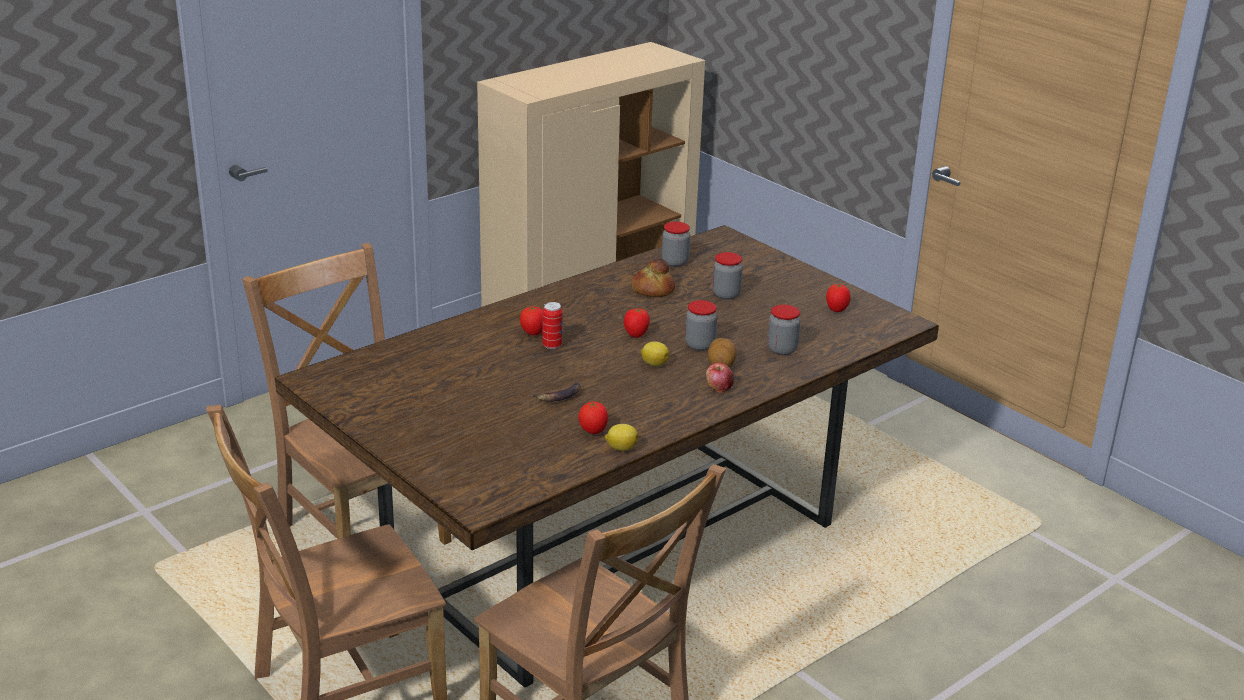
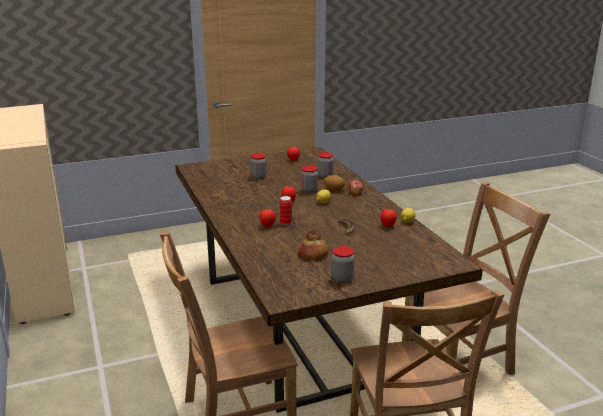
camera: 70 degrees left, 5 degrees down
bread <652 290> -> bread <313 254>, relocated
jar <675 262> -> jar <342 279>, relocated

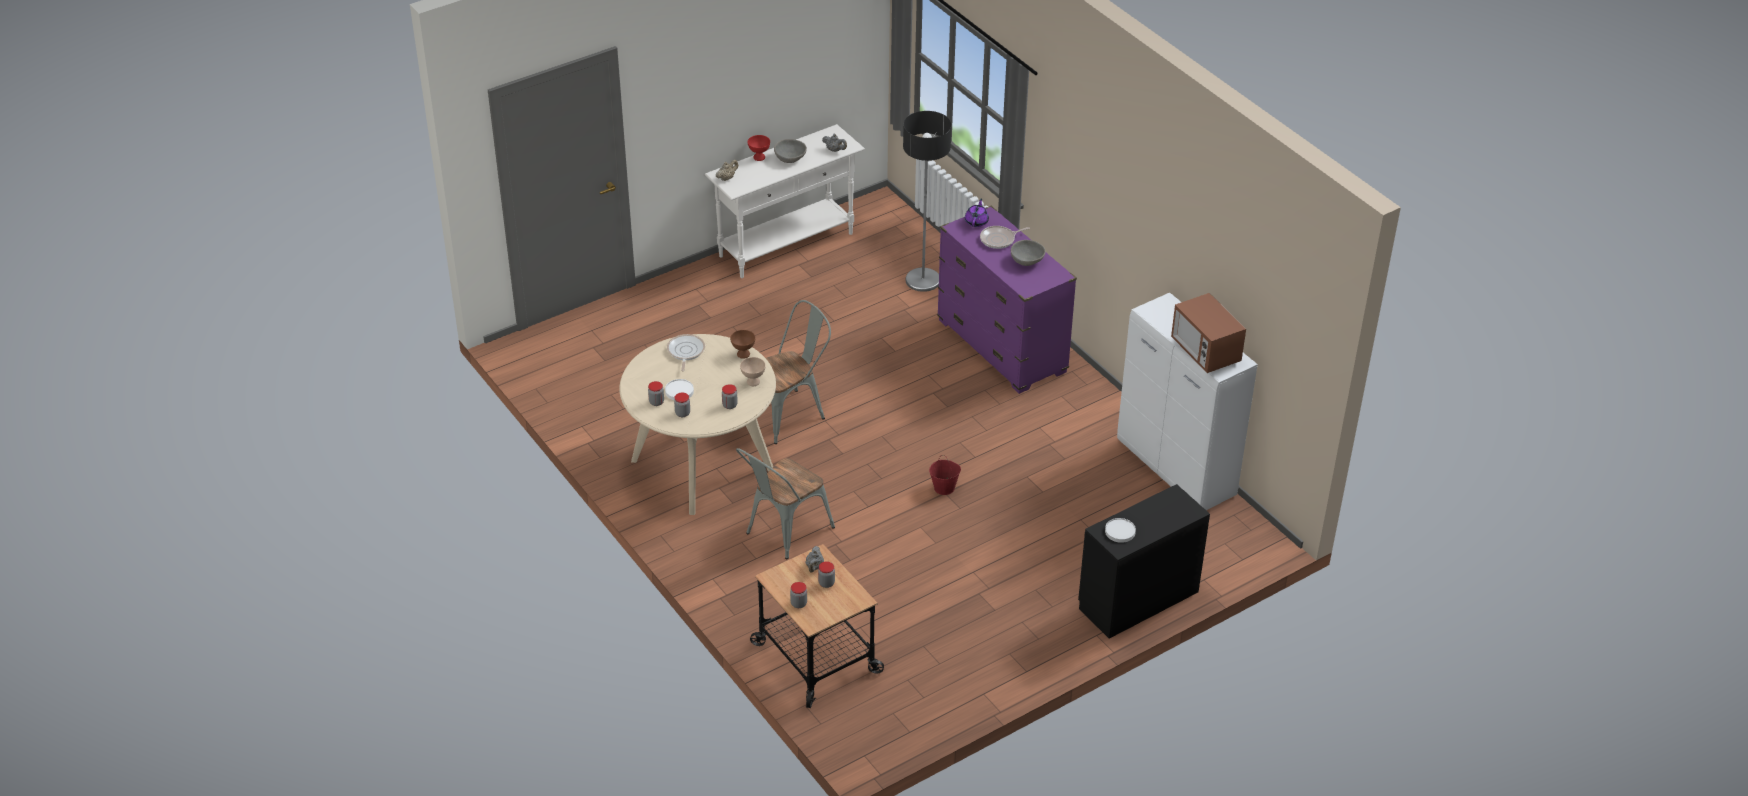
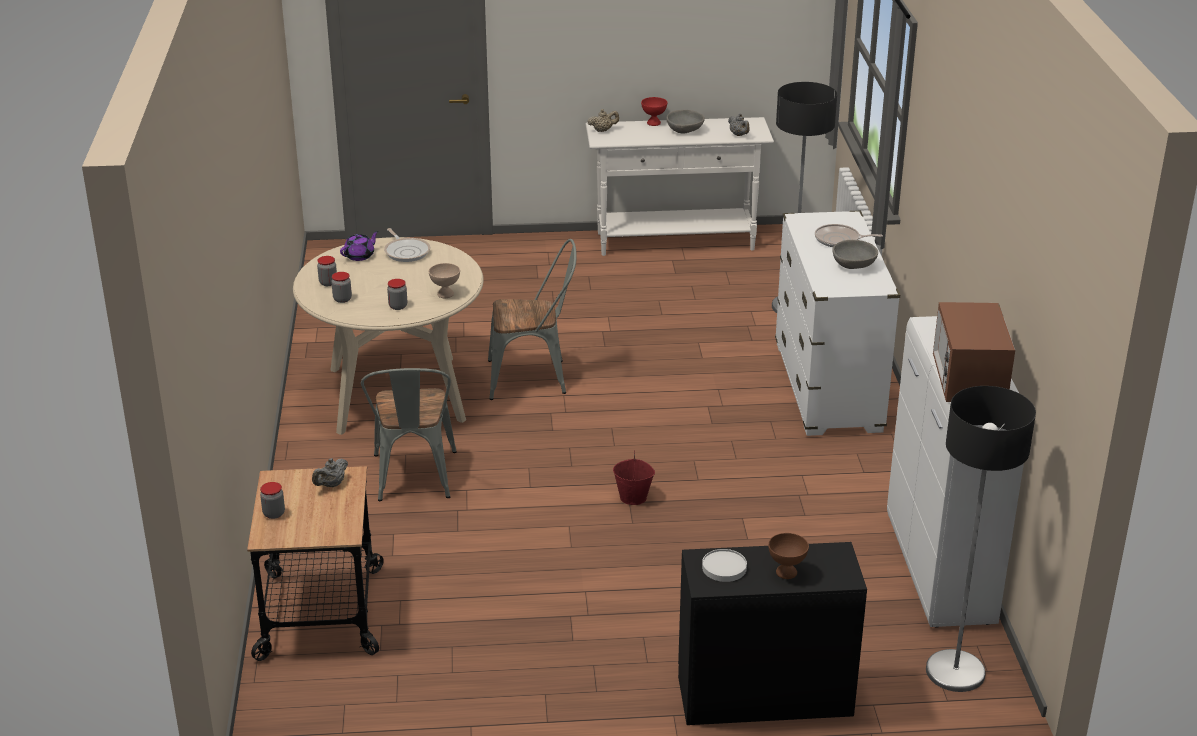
camera: 30 degrees right, 10 degrees down
plate (white) <679 391> -> none
jar <826 583> -> none
none -> floor lamp <955 672>
bowl (brown) <743 354> -> bowl (brown) <786 573>, relocated
teapot (purple) <976 221> -> teapot (purple) <360 256>, relocated
dresser (purple) <1002 347> -> dresser (white) <827 388>
frying pan <685 352> -> frying pan <406 251>, 120 degrees clockwise
chair (grey) <783 532> -> chair (grey) <414 480>, 75 degrees counterclockwise

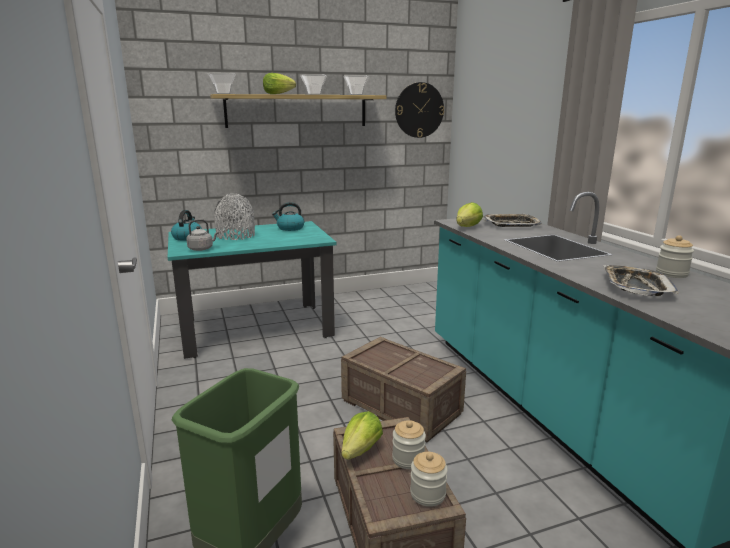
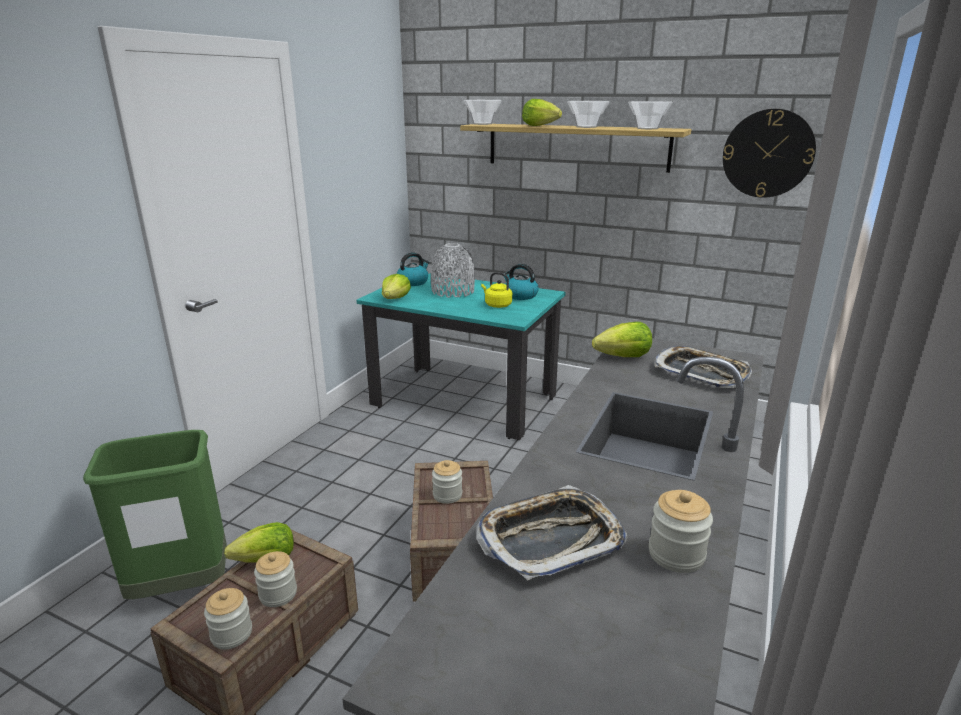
camera: 45 degrees right, 5 degrees up
none -> jar <447 495>
none -> kettle (yellow) <497 305>
kettle (grey) <202 249> -> lettuce <395 299>

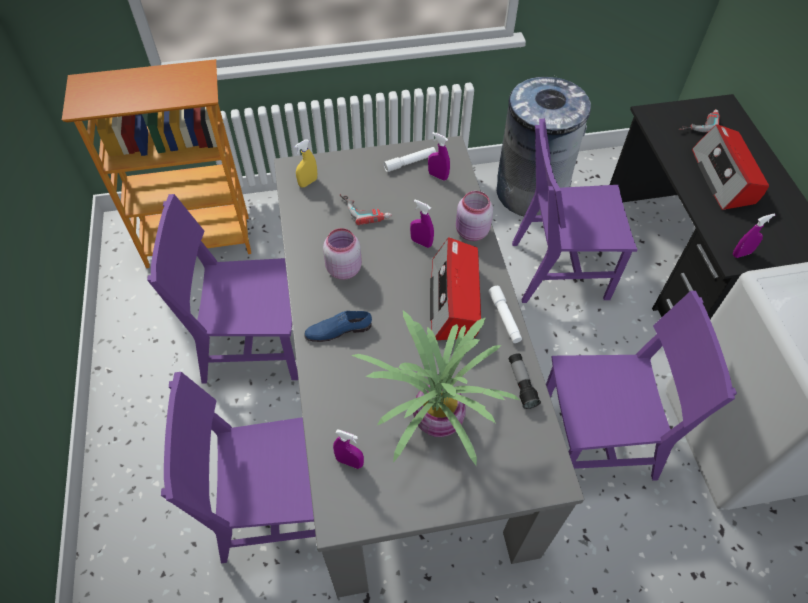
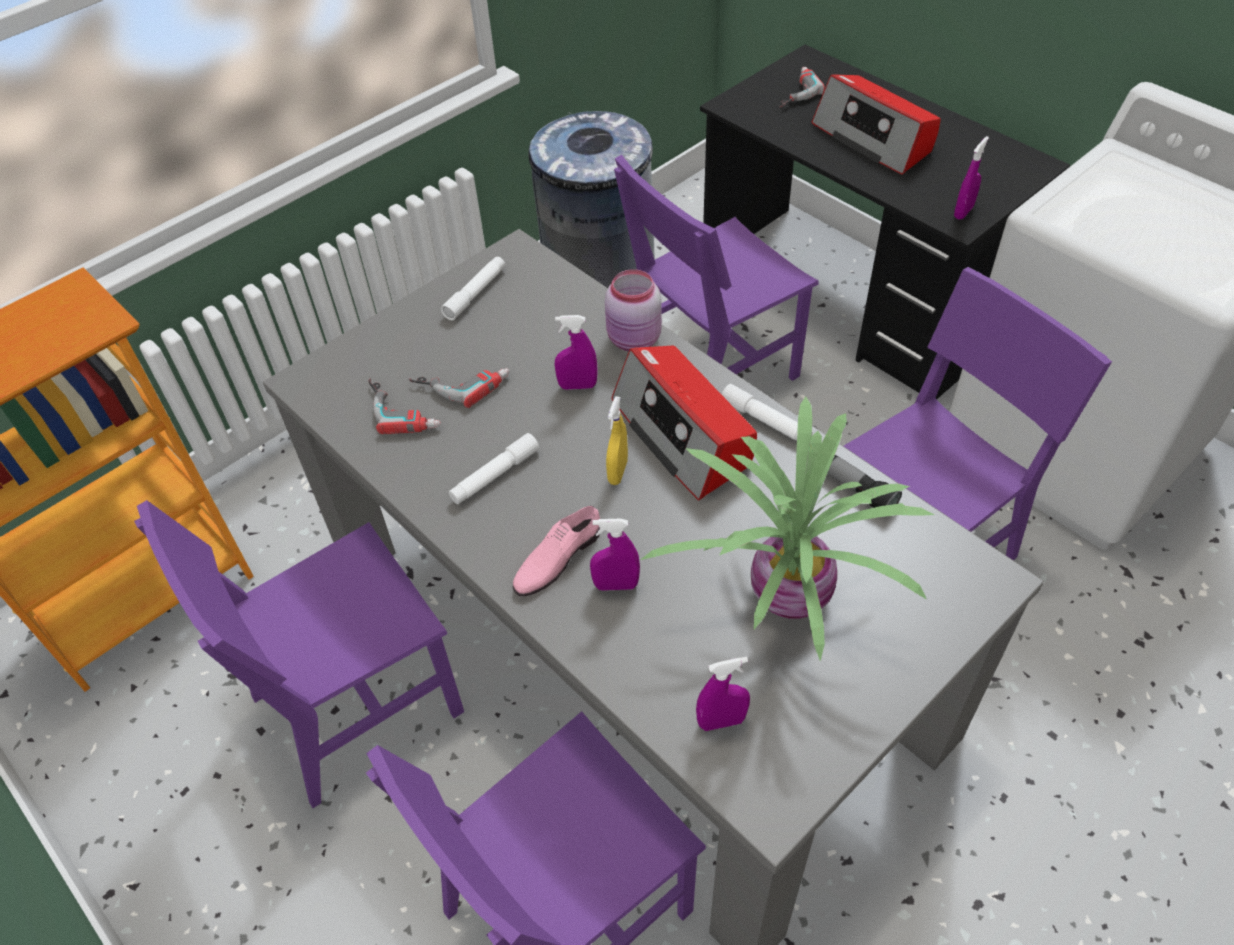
camera: 30 degrees left, 5 degrees down
none -> power drill <405 408>
spray bottle (yellow) <308 182> -> spray bottle (yellow) <618 472>, relocated
spray bottle (purple) <438 176> -> spray bottle (purple) <616 585>, relocated
jar (pink) <343 268> -> flashlight (white) <495 475>
shoe (blue) <338 329> -> shoe (pink) <556 558>

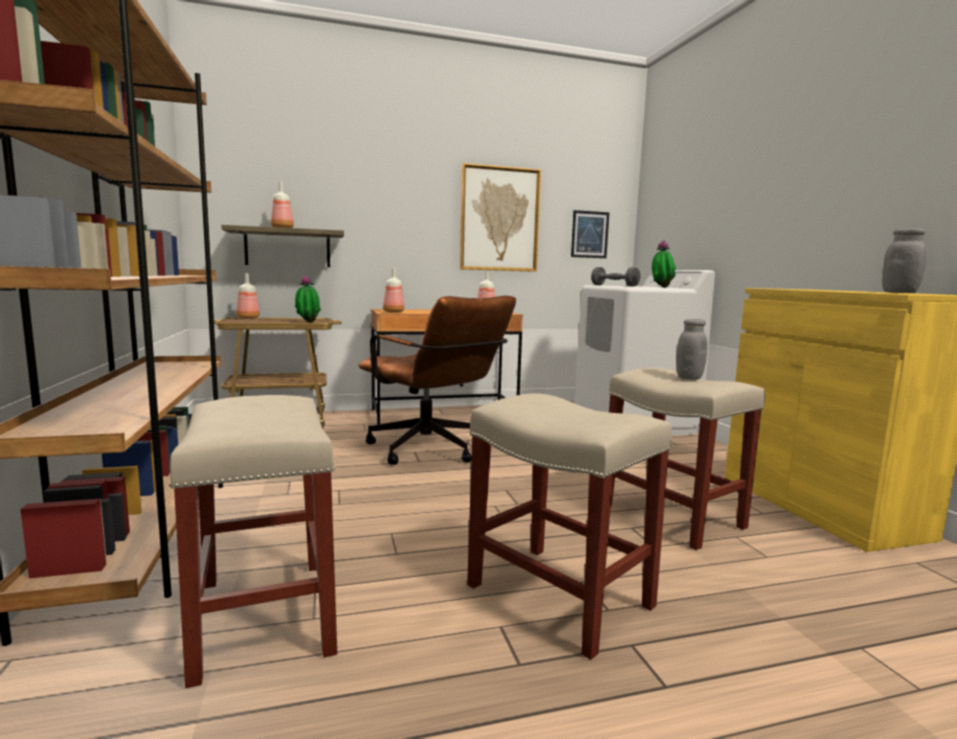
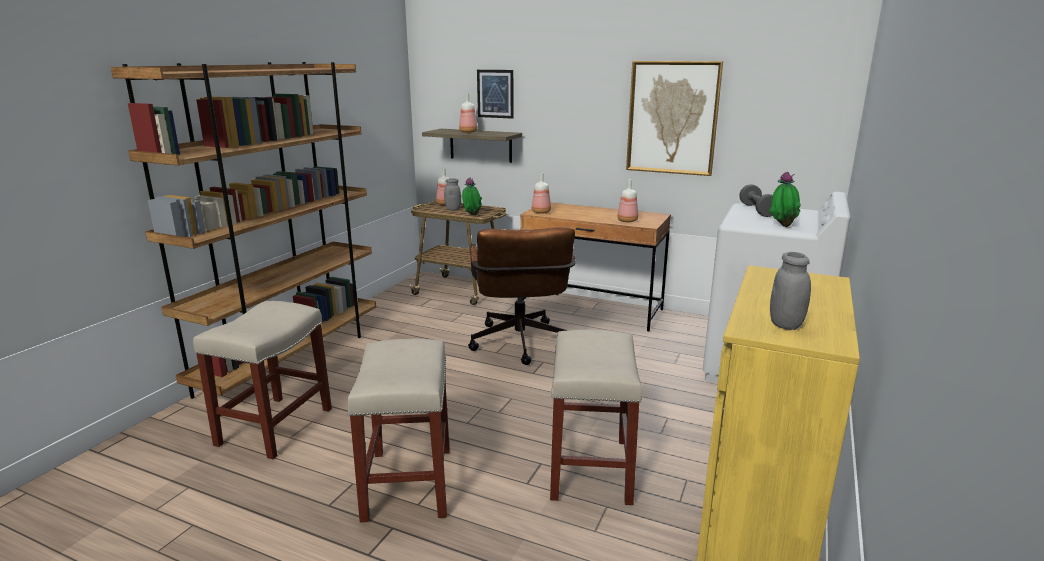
camera: 40 degrees right, 10 degrees up
picture <589 234> -> picture <495 94>, relocated
jar (grey) <689 378> -> jar (grey) <453 209>, relocated

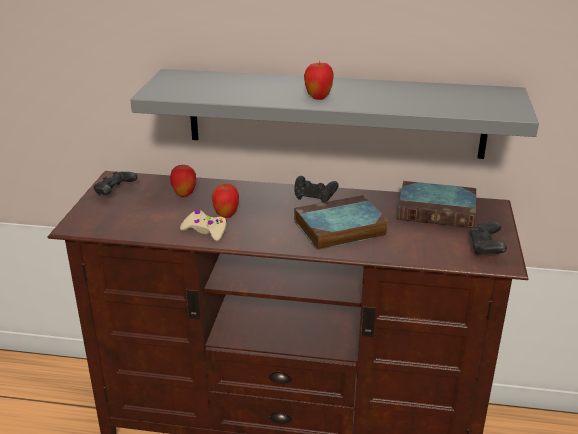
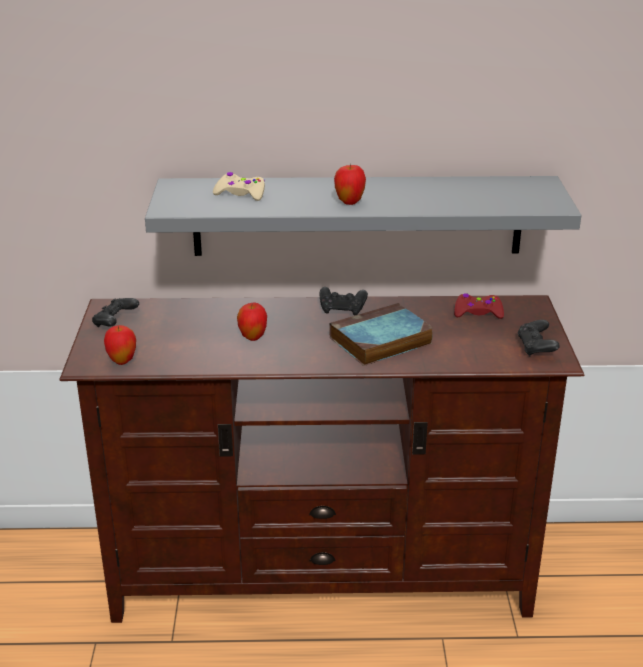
camera: 10 degrees left, 0 degrees up
apple <184 195> -> apple <122 361>, relocated
game controller (beige) <205 231> -> game controller (beige) <241 194>, relocated
book <438 210> -> game controller (red) <478 312>

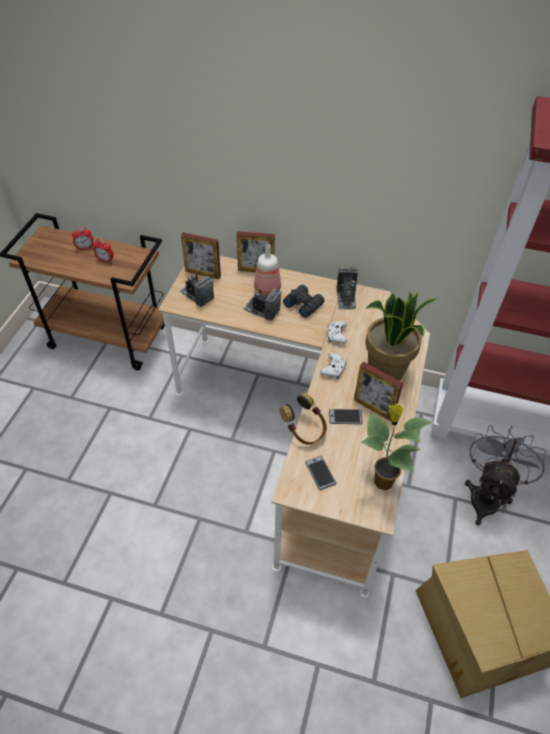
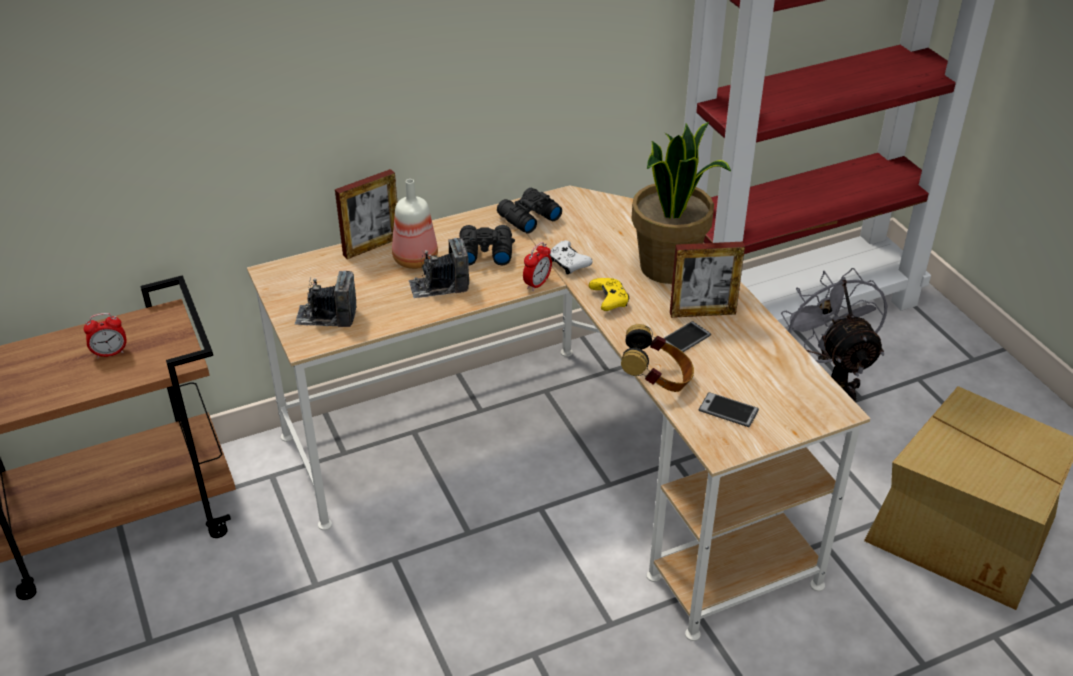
camera: 40 degrees left, 10 degrees down
picture frame <203 274> -> none
potted plant <382 481> -> none
alarm clock <85 248> -> alarm clock <537 284>, relocated
photo camera <346 297> -> binoculars (black) <527 217>
game controller (white) <333 369> -> game controller (yellow) <609 300>

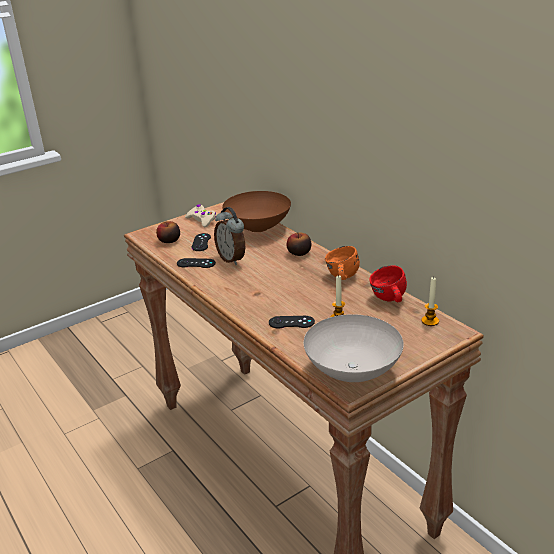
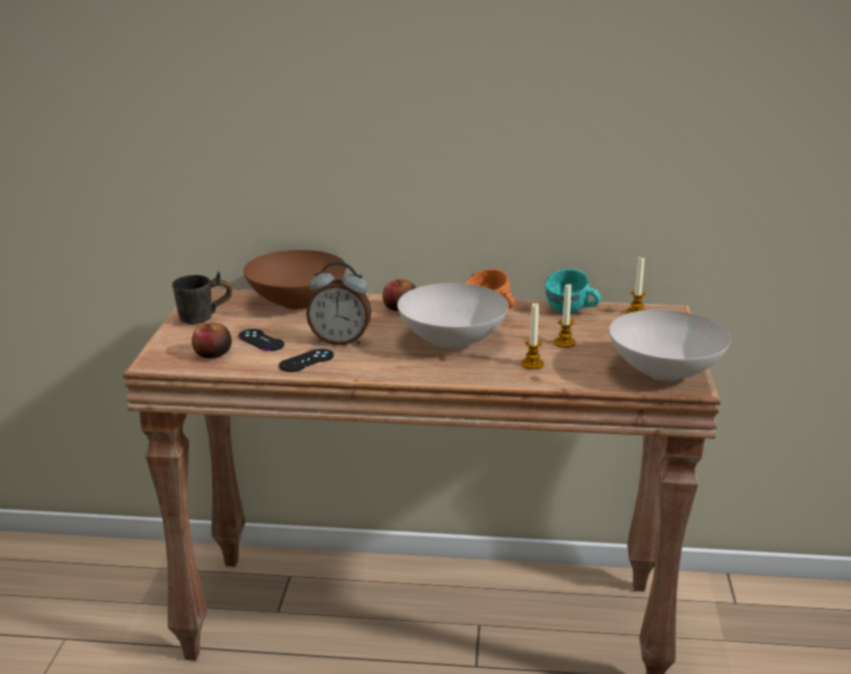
camera: 50 degrees left, 5 degrees down
none -> bowl (white) <450 342>
game controller (beige) <202 220> -> mug (grey) <204 320>
game controller (black) <291 322> -> candle <532 364>
mug (red) <388 300> -> mug (turquoise) <571 312>

